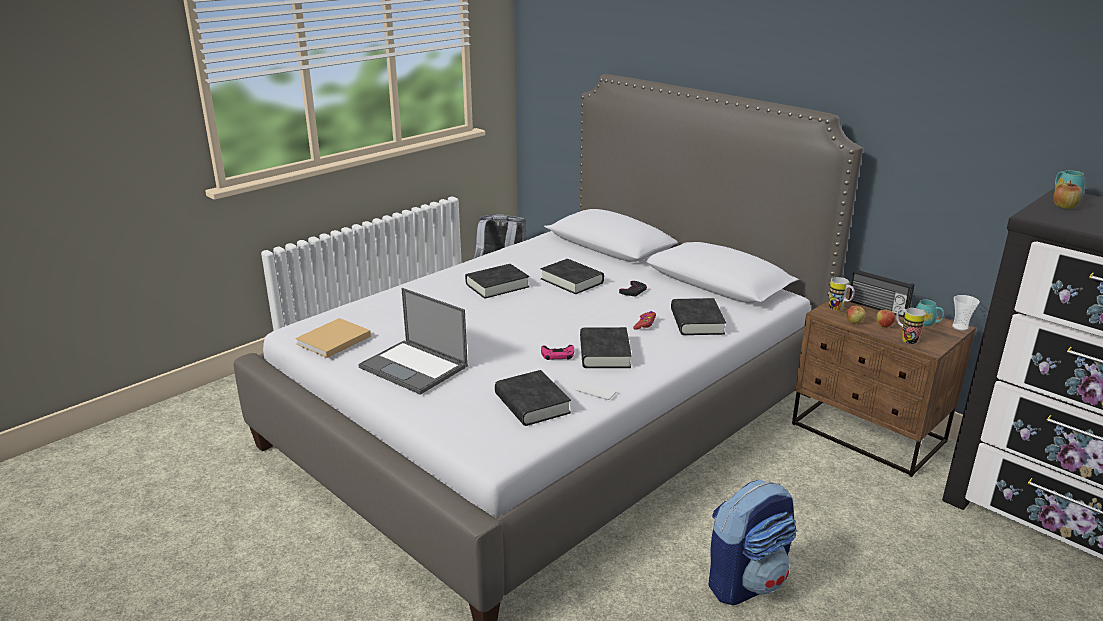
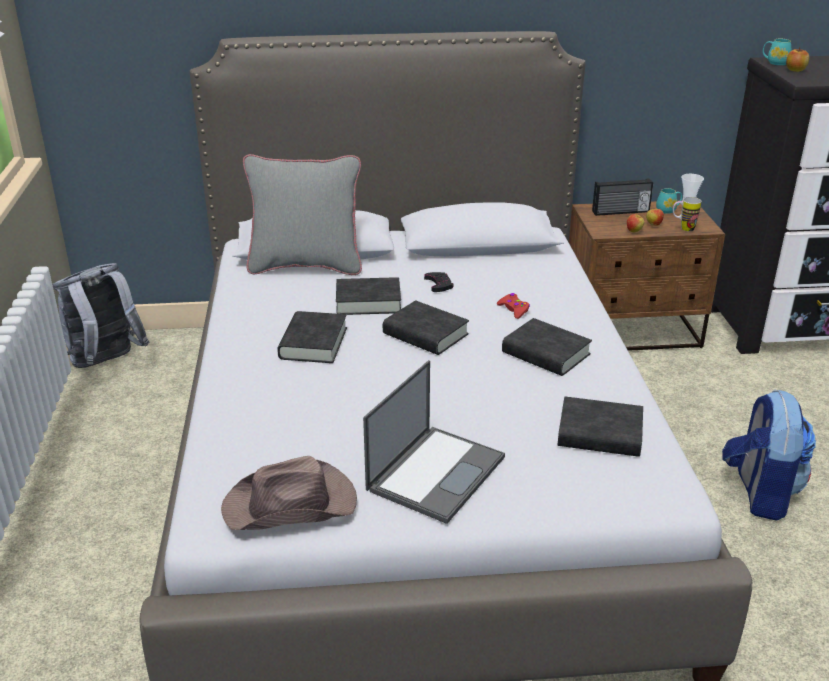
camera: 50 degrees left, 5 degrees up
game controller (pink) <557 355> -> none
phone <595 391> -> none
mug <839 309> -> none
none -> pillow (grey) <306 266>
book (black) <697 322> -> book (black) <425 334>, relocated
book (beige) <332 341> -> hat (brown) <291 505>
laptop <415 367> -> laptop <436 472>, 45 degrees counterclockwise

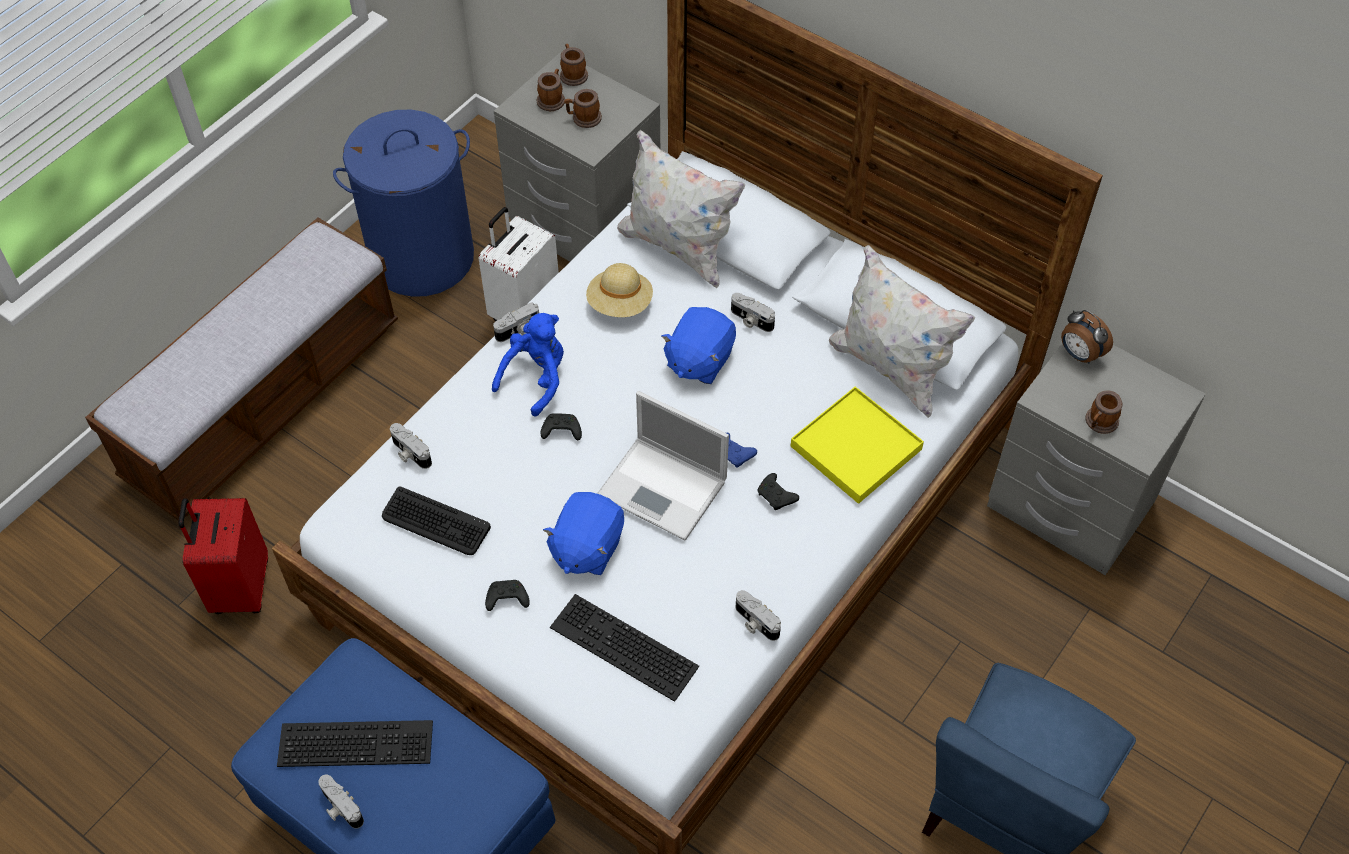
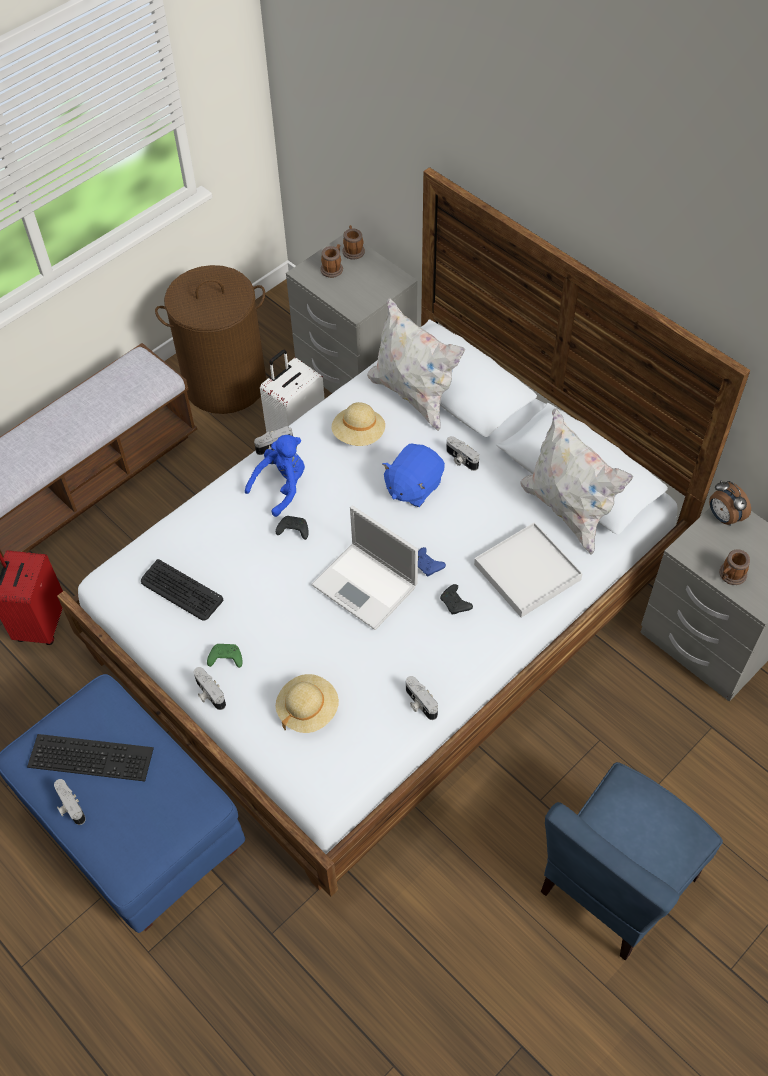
camera: 10 degrees right, 0 degrees up
plush toy (blue) <586 547> -> none
mug <583 118> -> none
photo camera <410 453> -> photo camera <208 694>, relocated
keyboard <621 648> -> hat (beige) <308 710>
laundry basket (blue) <421 258> -> laundry basket (brown) <225 384>
game controller (black) <506 599> -> game controller (green) <225 659>
tray (yellow) <856 448> -> tray (white) <527 572>

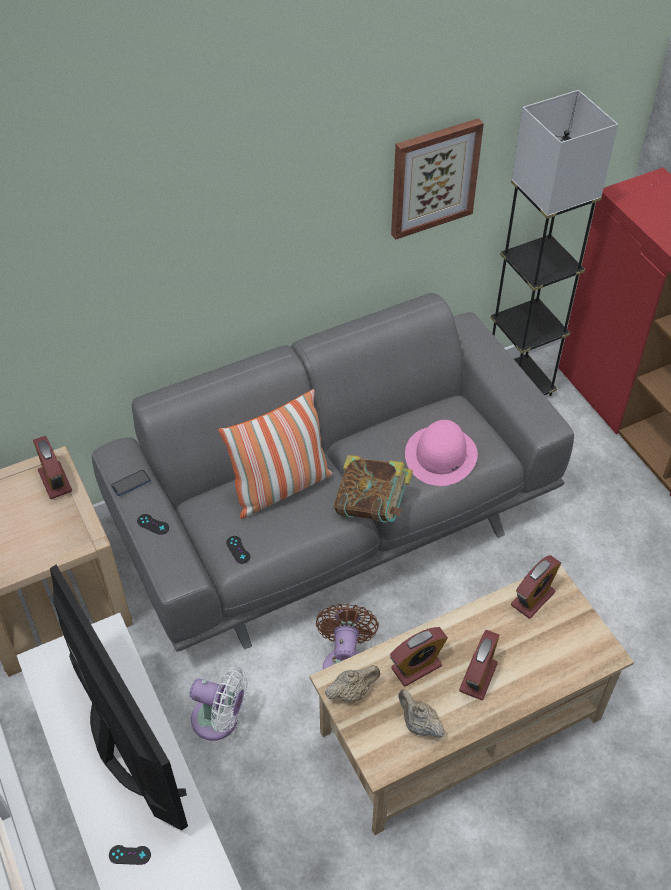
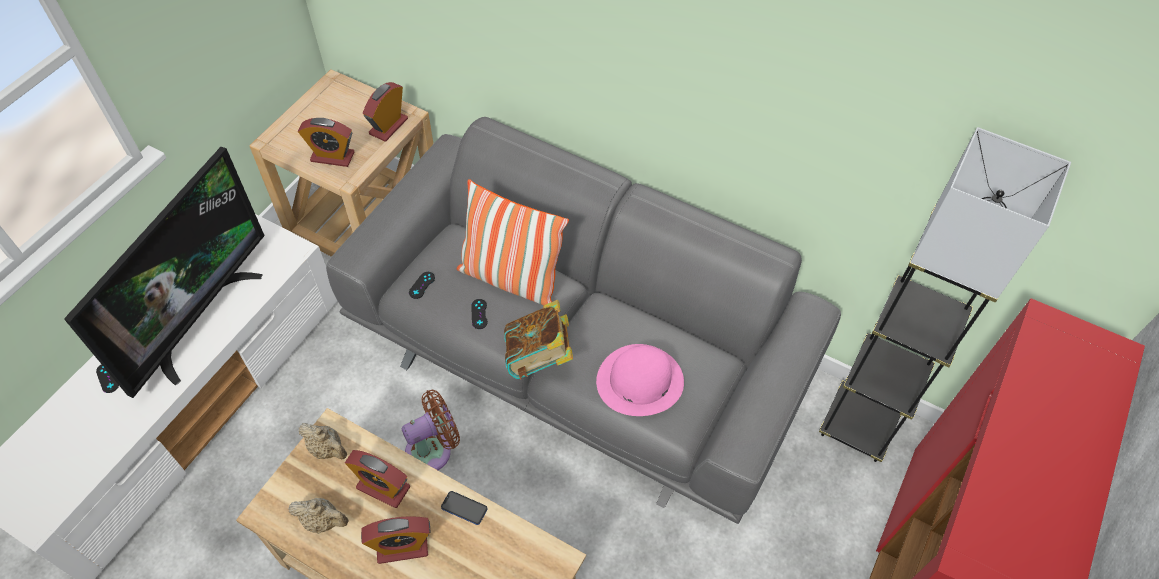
camera: 55 degrees right, 5 degrees up
fan (white) <219 720> -> none
picture <433 177> -> none
phone <131 483> -> phone <464 508>, relocated
game controller (black) <153 524> -> game controller (black) <479 314>, relocated
alarm clock <532 598> -> alarm clock <332 157>, relocated
teapot (beige) <418 724> -> teapot (beige) <323 521>, 90 degrees clockwise

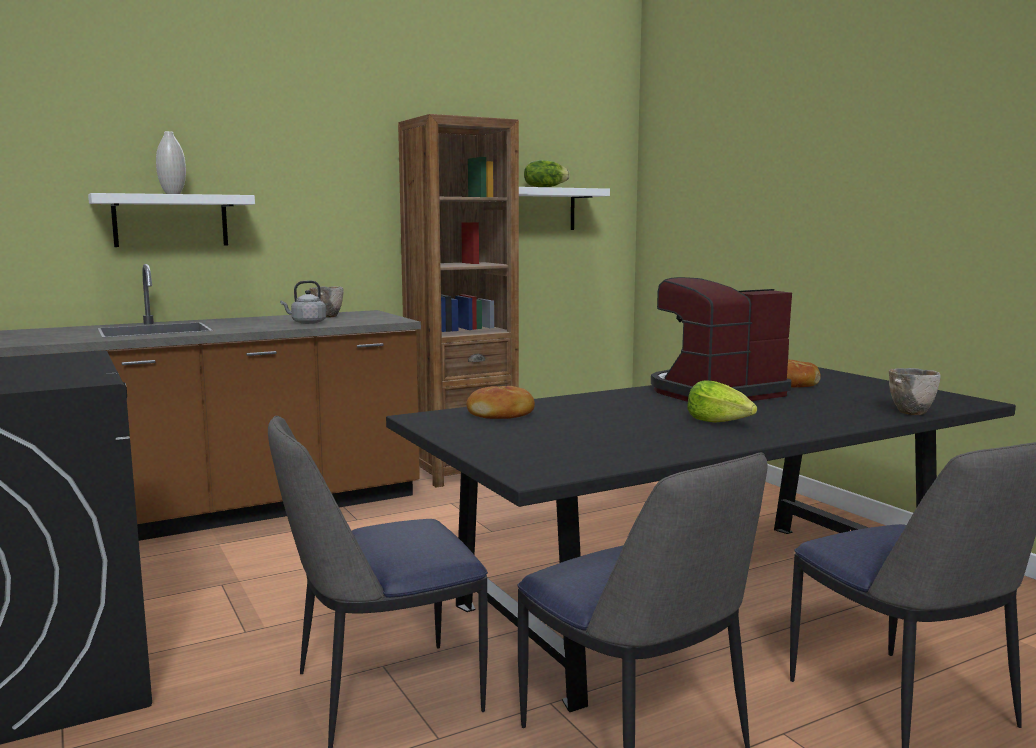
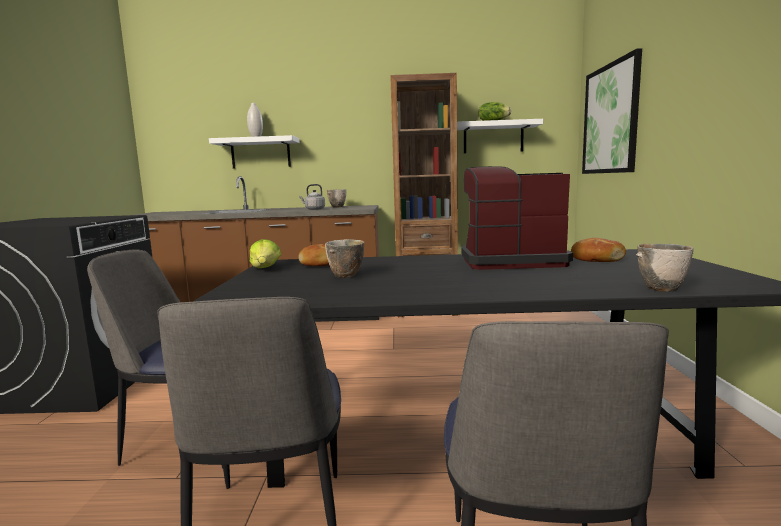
camera: 30 degrees right, 0 degrees up
none -> bowl <345 277>
none -> picture <610 119>
lettuce <719 422> -> lettuce <266 269>, relocated

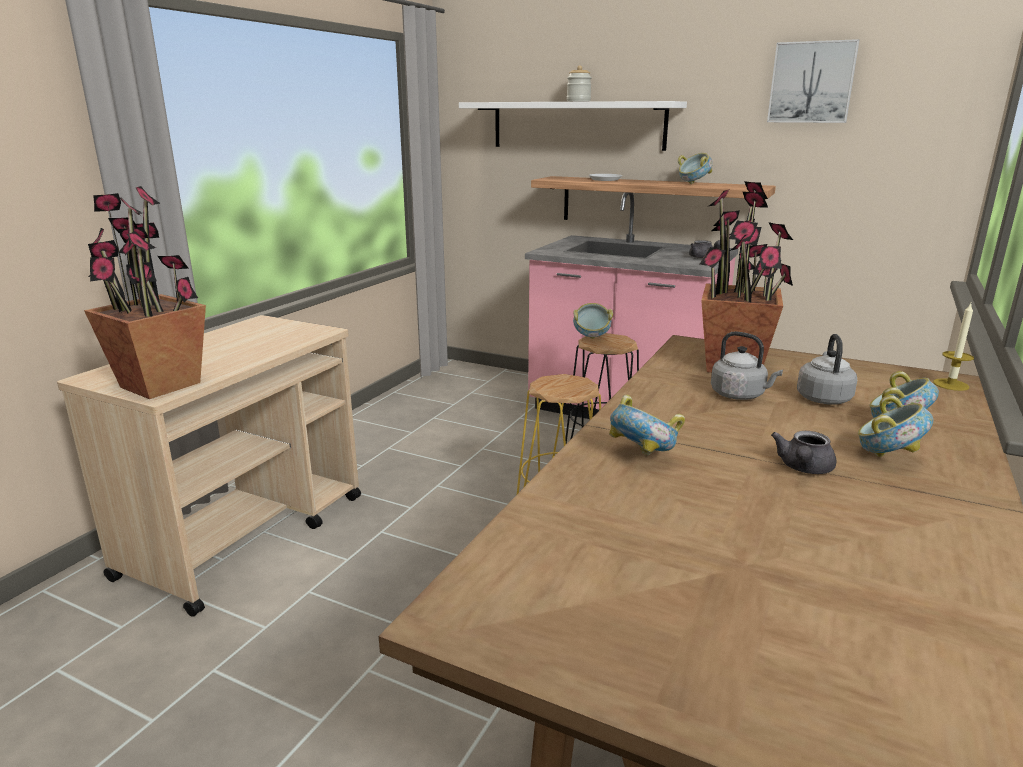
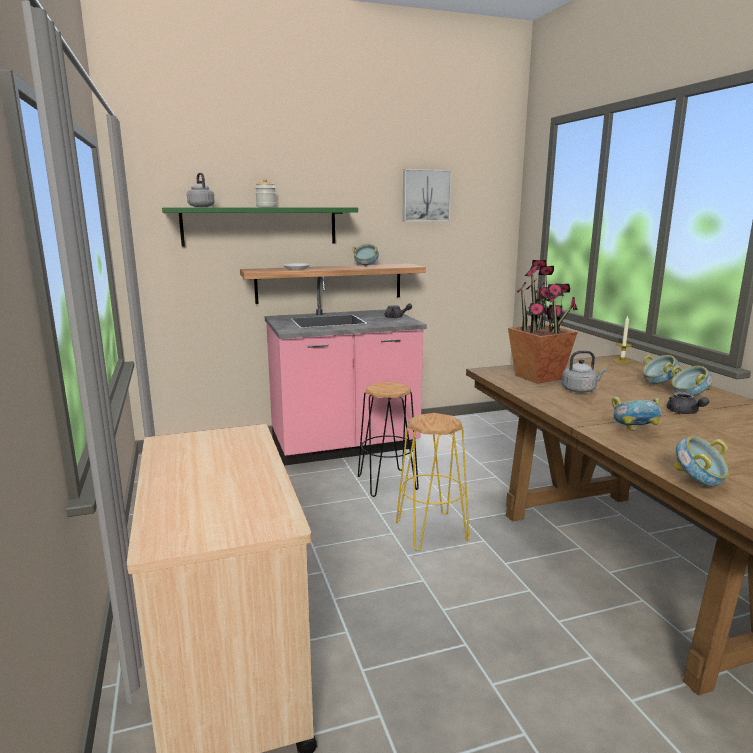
camera: 45 degrees left, 5 degrees down
potted plant <159 385> -> none
bowl <591 337> -> bowl <698 484>, relocated
kettle (grey) <823 398> -> kettle (grey) <201 207>, relocated
shelf (white) <577 125> -> shelf (green) <260 226>

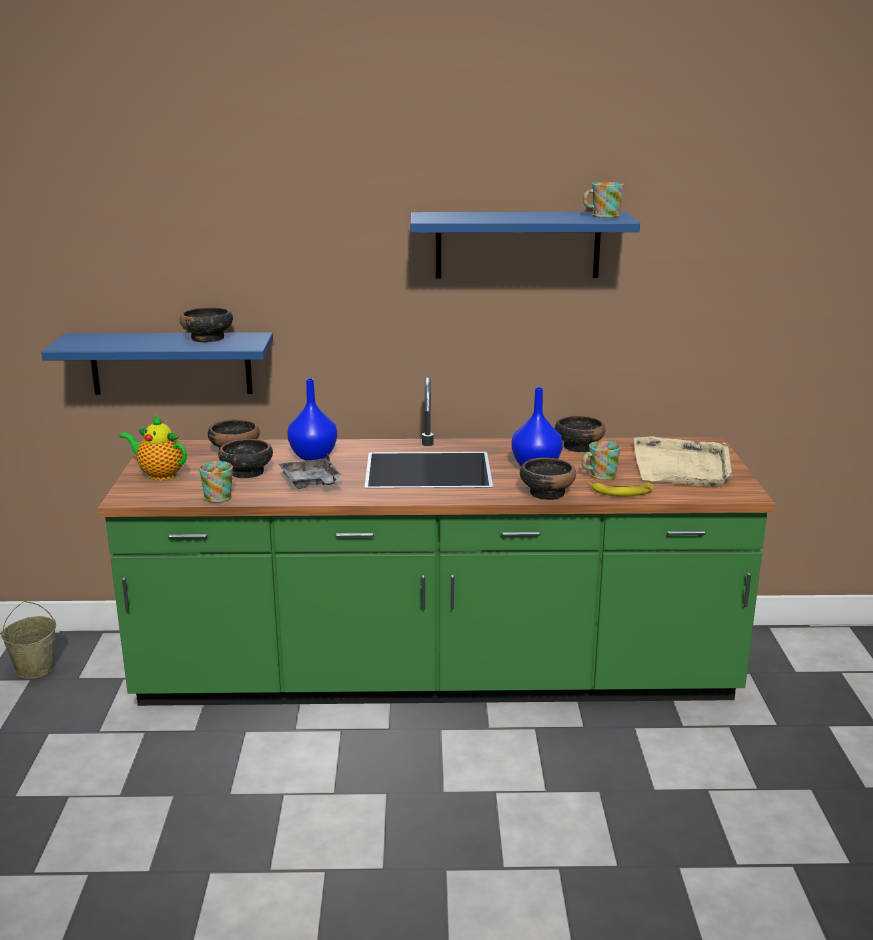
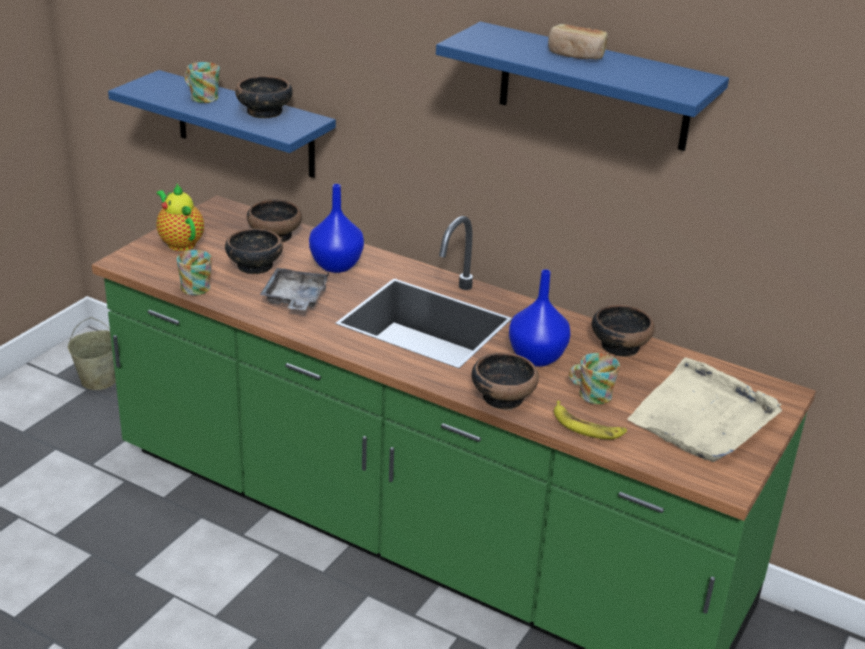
camera: 30 degrees right, 10 degrees up
none -> bread <576 54>
mug <601 216> -> mug <201 97>, relocated

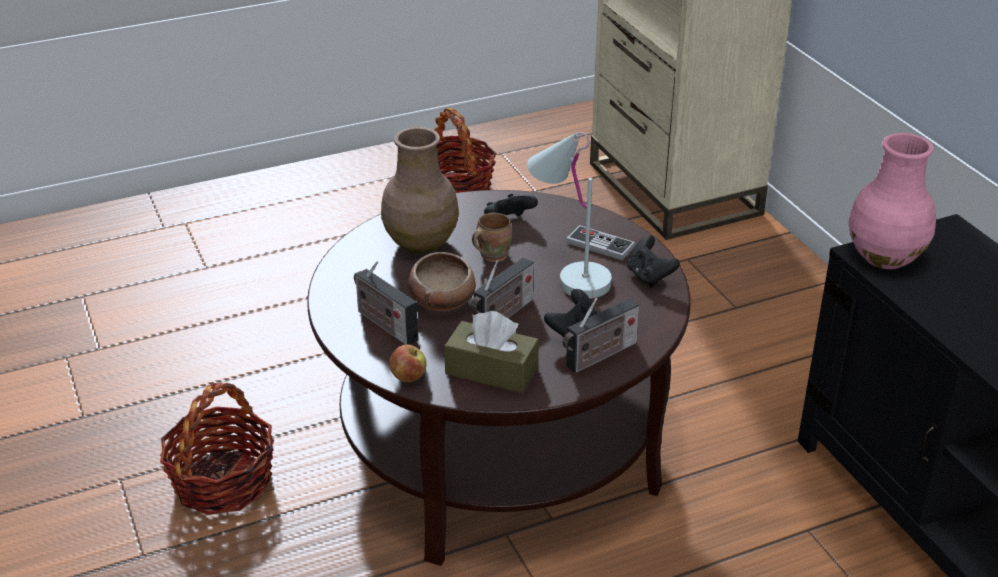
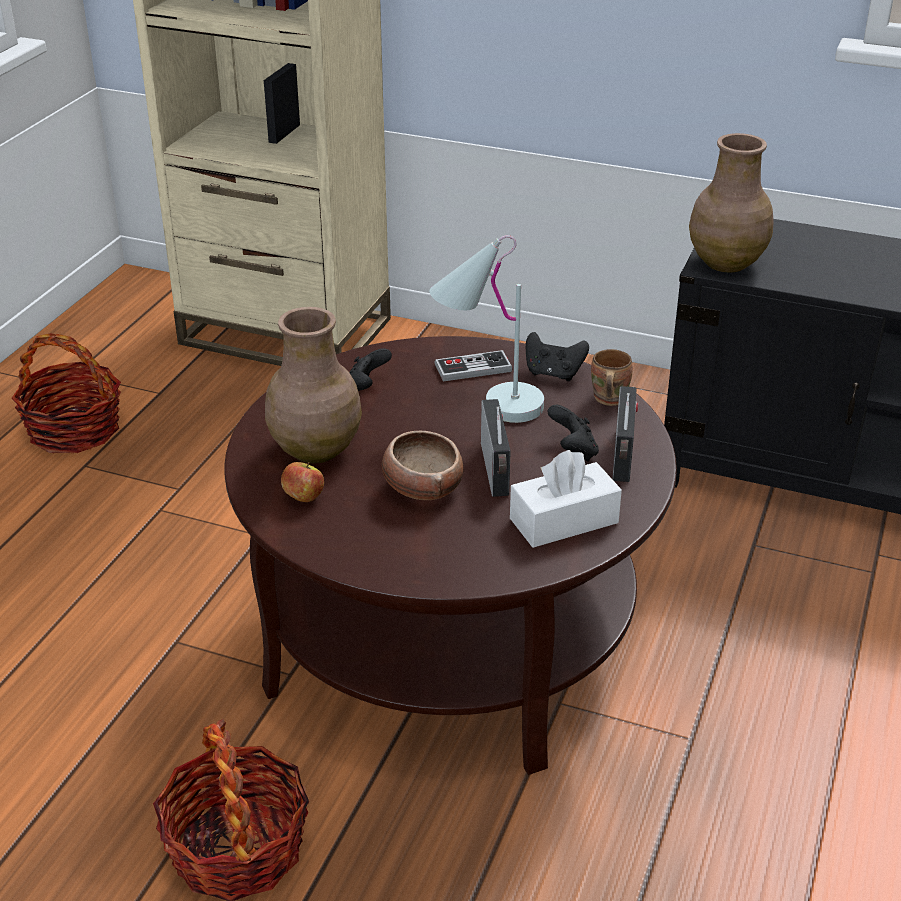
camera: 45 degrees left, 0 degrees up
radio <384 324> -> none
apple <408 377> -> apple <303 498>, relocated
mug (brown) <491 255> -> mug (brown) <607 399>, relocated
tissue box (brown) <491 370> -> tissue box (white) <564 521>
vase (pink) <885 257> -> vase (brown) <726 262>

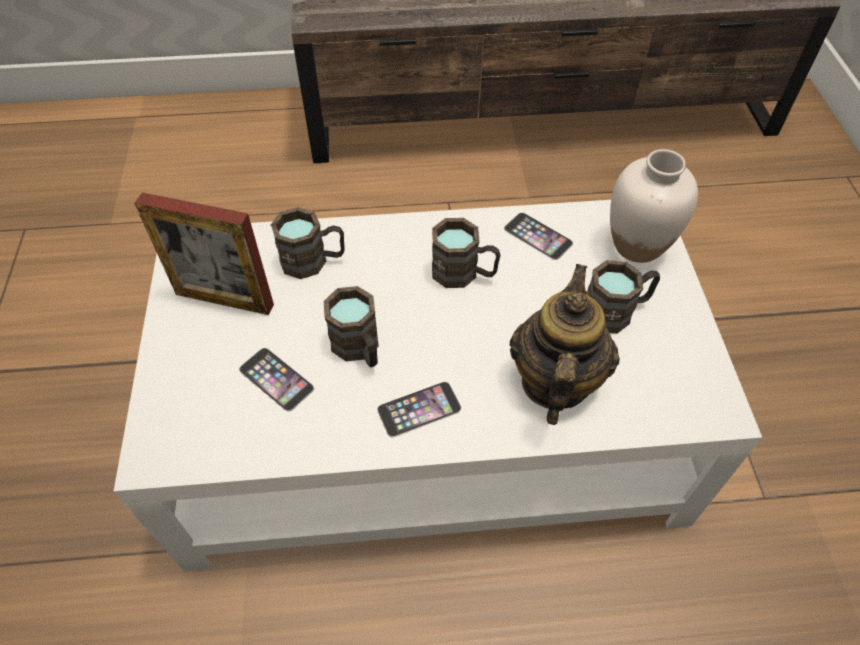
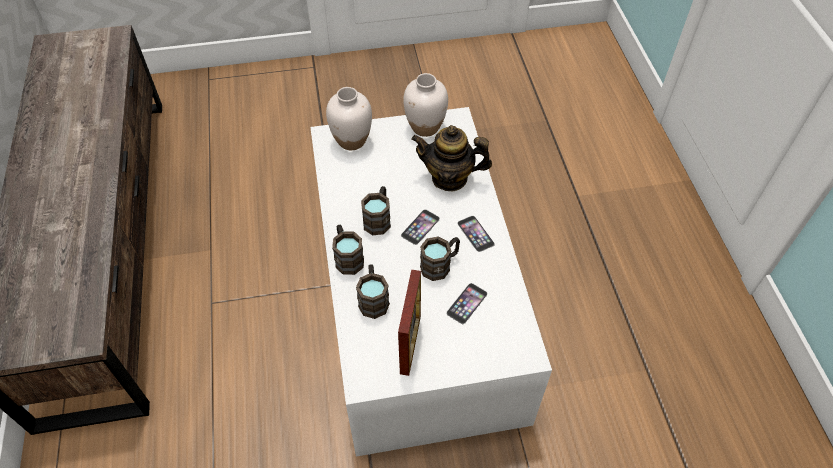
camera: 95 degrees left, 0 degrees up
none -> vase (white) <425 127>
phone <538 236> -> phone <420 227>, relocated
mug (brown) <616 311> -> mug (brown) <347 257>, relocated

